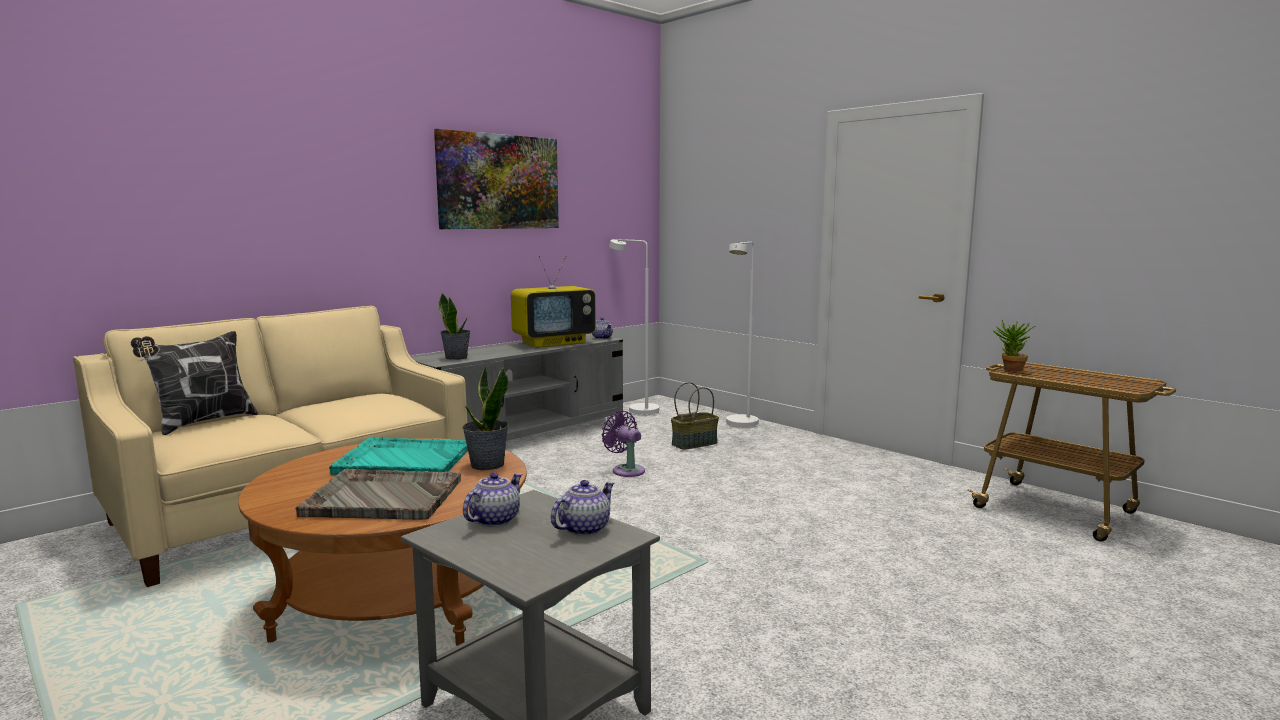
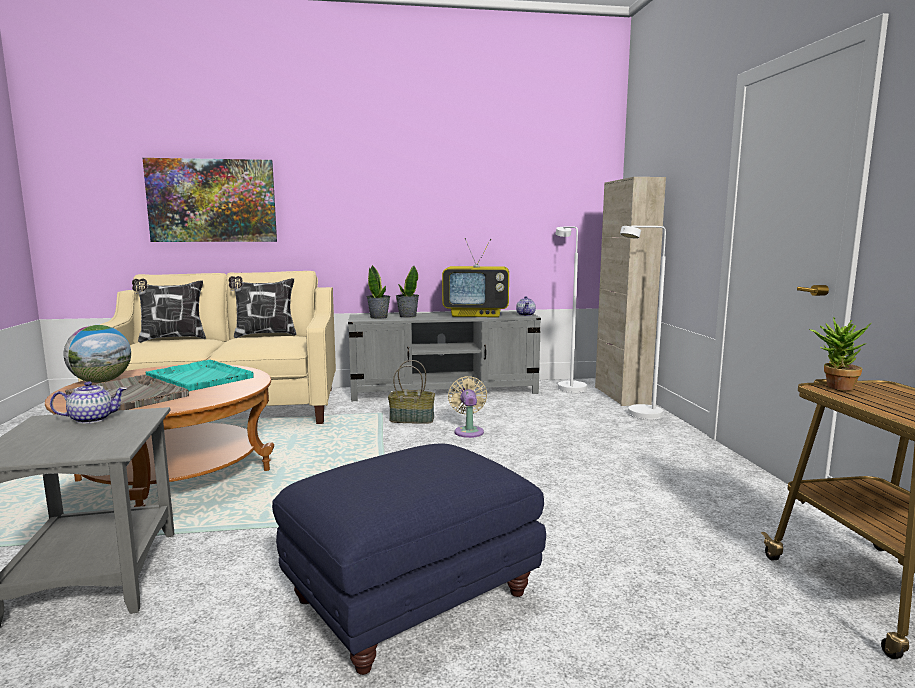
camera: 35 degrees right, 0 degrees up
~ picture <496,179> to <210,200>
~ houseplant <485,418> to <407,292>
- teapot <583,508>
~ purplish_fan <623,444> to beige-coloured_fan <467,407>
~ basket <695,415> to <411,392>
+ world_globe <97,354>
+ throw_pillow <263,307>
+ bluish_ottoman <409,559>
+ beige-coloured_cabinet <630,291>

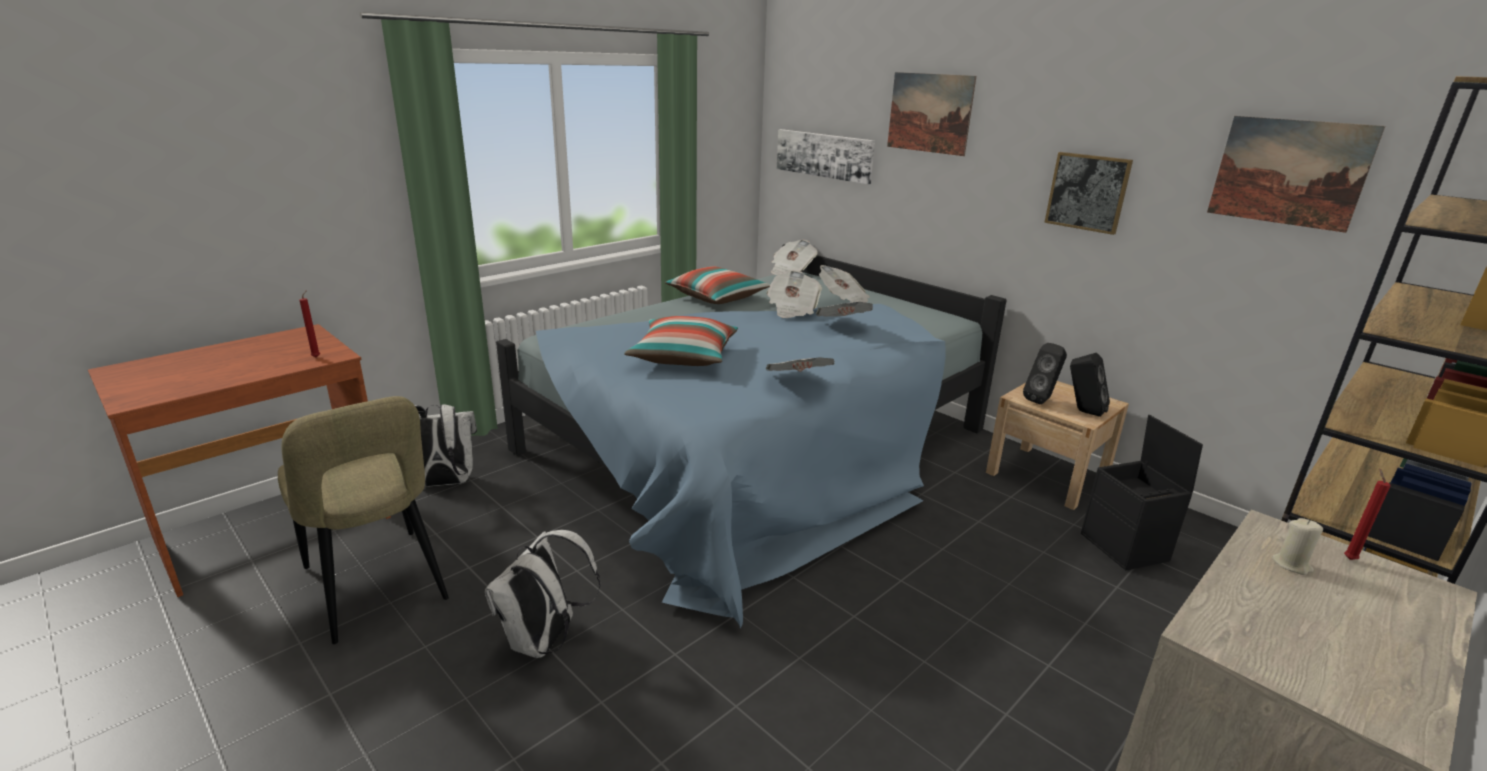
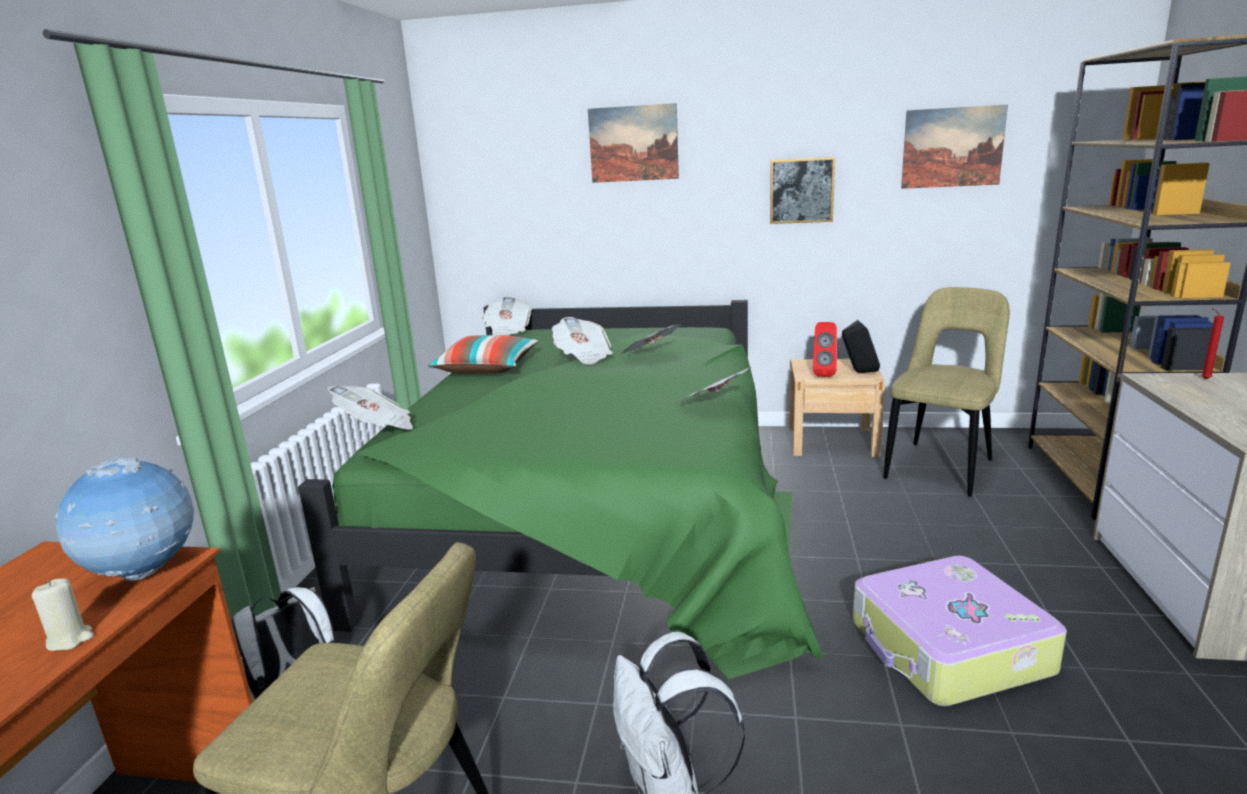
camera: 35 degrees left, 5 degrees down
~ reddish_wax_candle <309,323> to world_globe <124,519>
~ bluish_bed <751,436> to greenish_bed <560,489>
- throw_pillow <681,341>
- picture <826,156>
~ daily_paper <844,284> to <370,407>
~ black_speaker <1045,373> to reddish_speaker <825,349>
~ black_storage_bin <1142,492> to beige-coloured_upright_chair <946,391>
~ beige-coloured_wax_candle <1297,546> to <63,614>
+ piece_of_luggage <960,631>

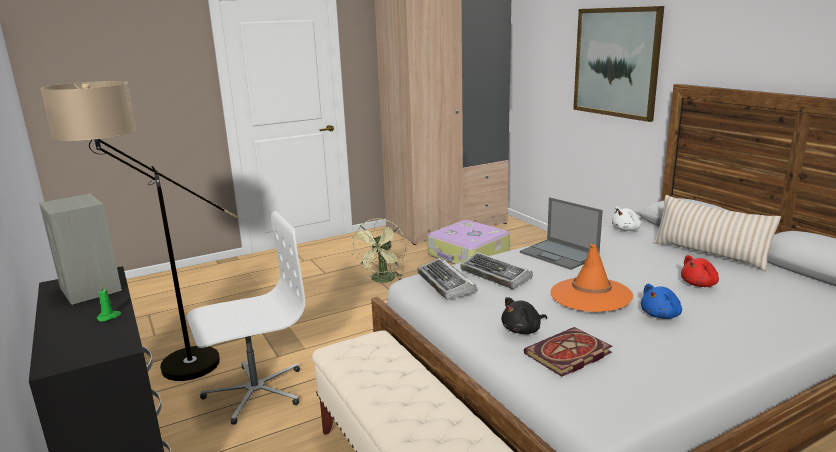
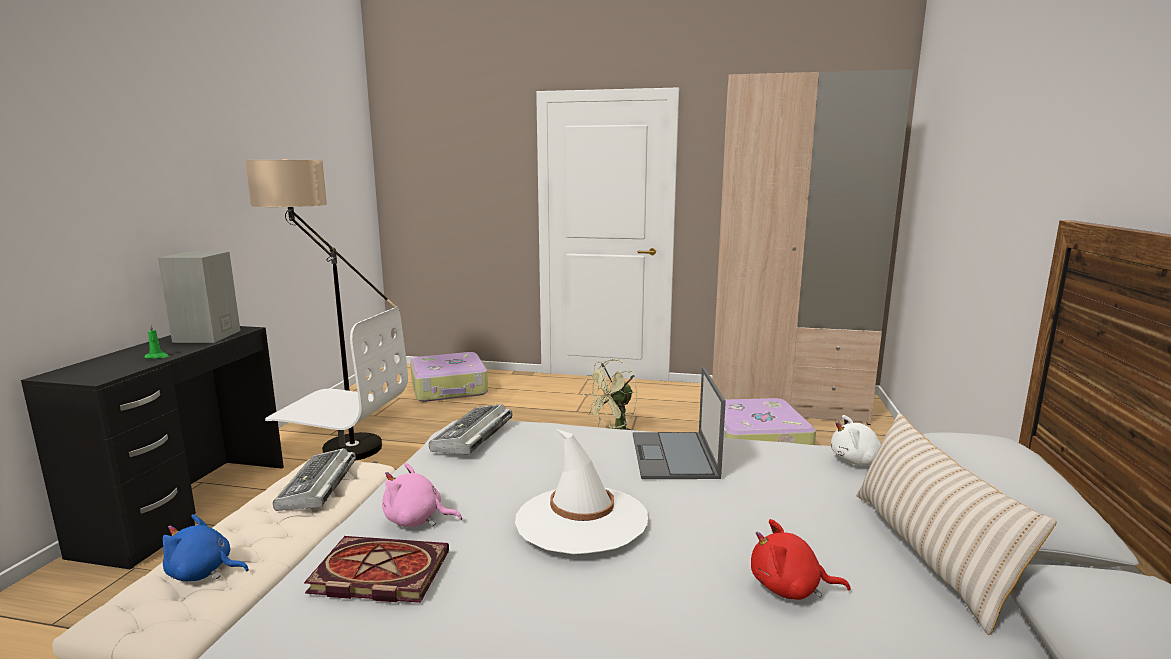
camera: 40 degrees right, 5 degrees down
~ computer_keyboard <497,270> to <314,479>
~ black_soft_toy <524,315> to pinkish_soft_toy <422,495>
~ orangey_wearable_hat <592,278> to white_wearable_hat <581,491>
- picture <618,64>
~ bluish_soft_toy <661,301> to <206,547>
+ piece_of_luggage <449,377>

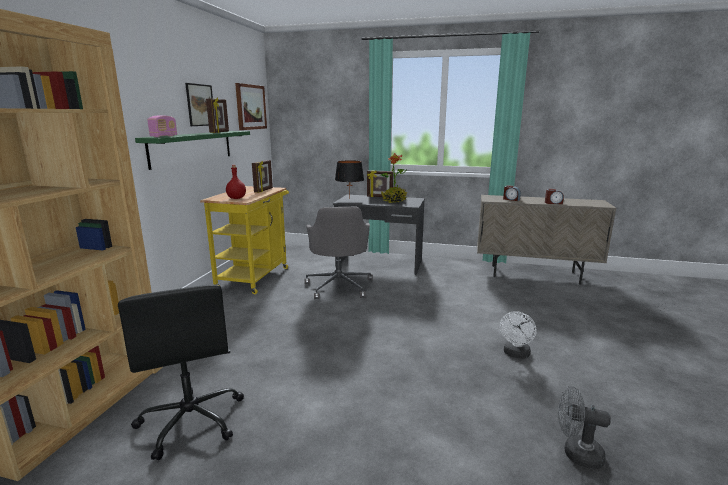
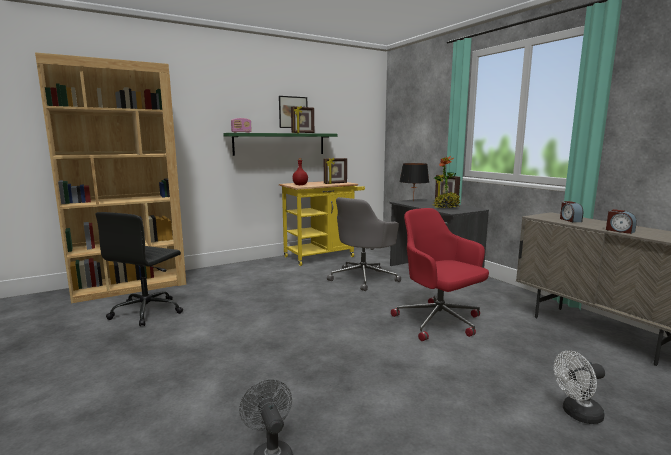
camera: 45 degrees right, 5 degrees down
- picture <251,106>
~ white_fan <518,335> to <579,387>
+ reddish_office_chair <440,274>

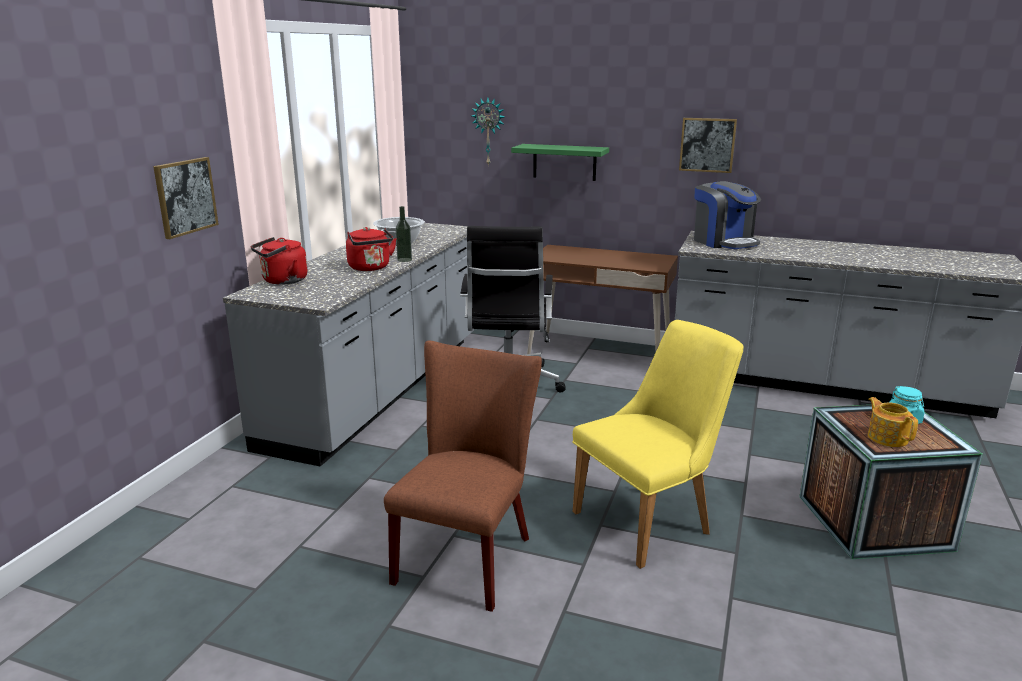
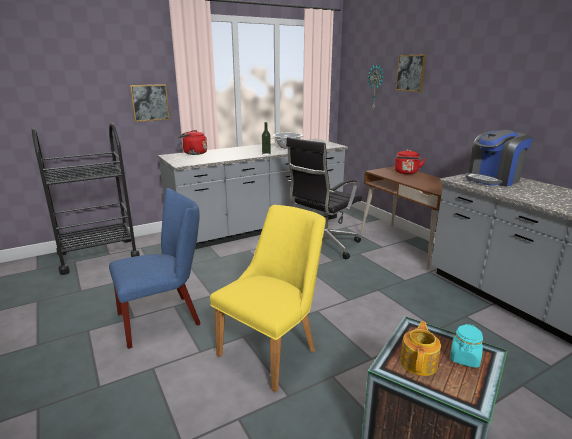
camera: 40 degrees right, 0 degrees up
~ reddish_water_kettle <371,249> to <410,162>
~ brownish_upright_chair <463,476> to bluish_upright_chair <155,268>
- greenish_wall_shelf <560,162>
~ yellowish_upright_chair <658,444> = <268,298> 60 degrees counterclockwise
~ picture <708,145> to <410,73>
~ coffee_machine <727,215> = <499,158> 45 degrees clockwise
+ black_trolley <85,199>

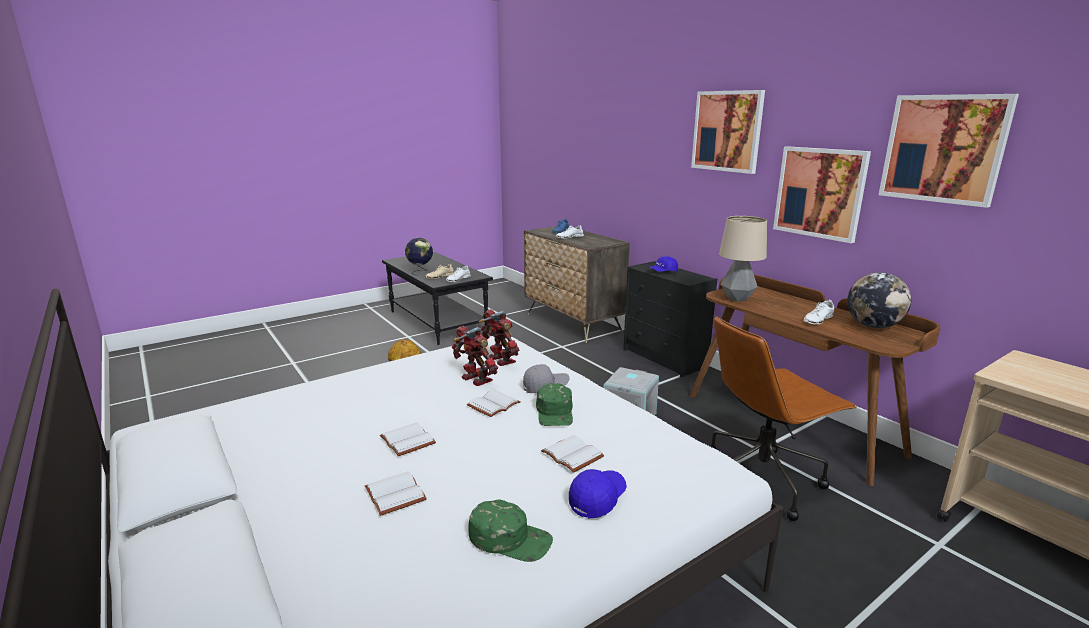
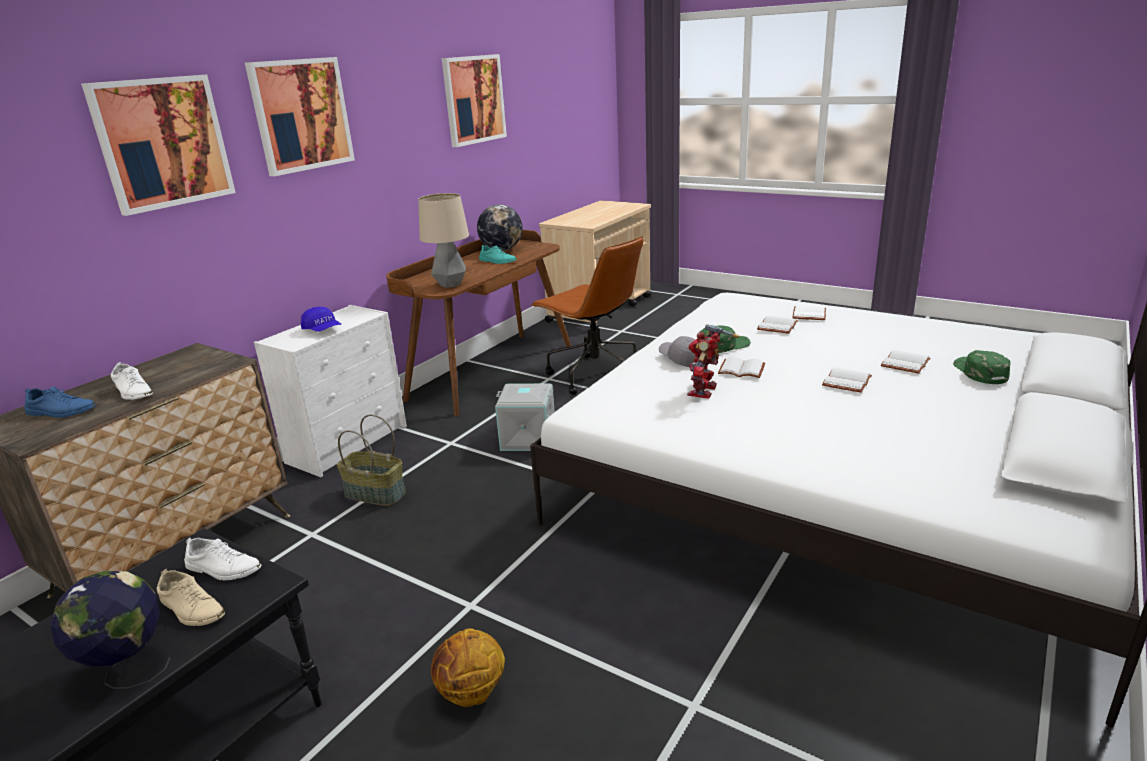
camera: 110 degrees left, 5 degrees up
~ greenish_peaked_cap <510,530> to <981,367>
- model_robot <499,337>
~ bluish_peaked_cap <598,493> to white_volume <809,312>
~ black_chest_of_drawers <670,319> to white_chest_of_drawers <330,391>
~ picture <822,194> to <158,145>
~ white_item_of_footwear <819,312> to turquoise-coloured_item_of_footwear <497,254>
+ basket <371,460>

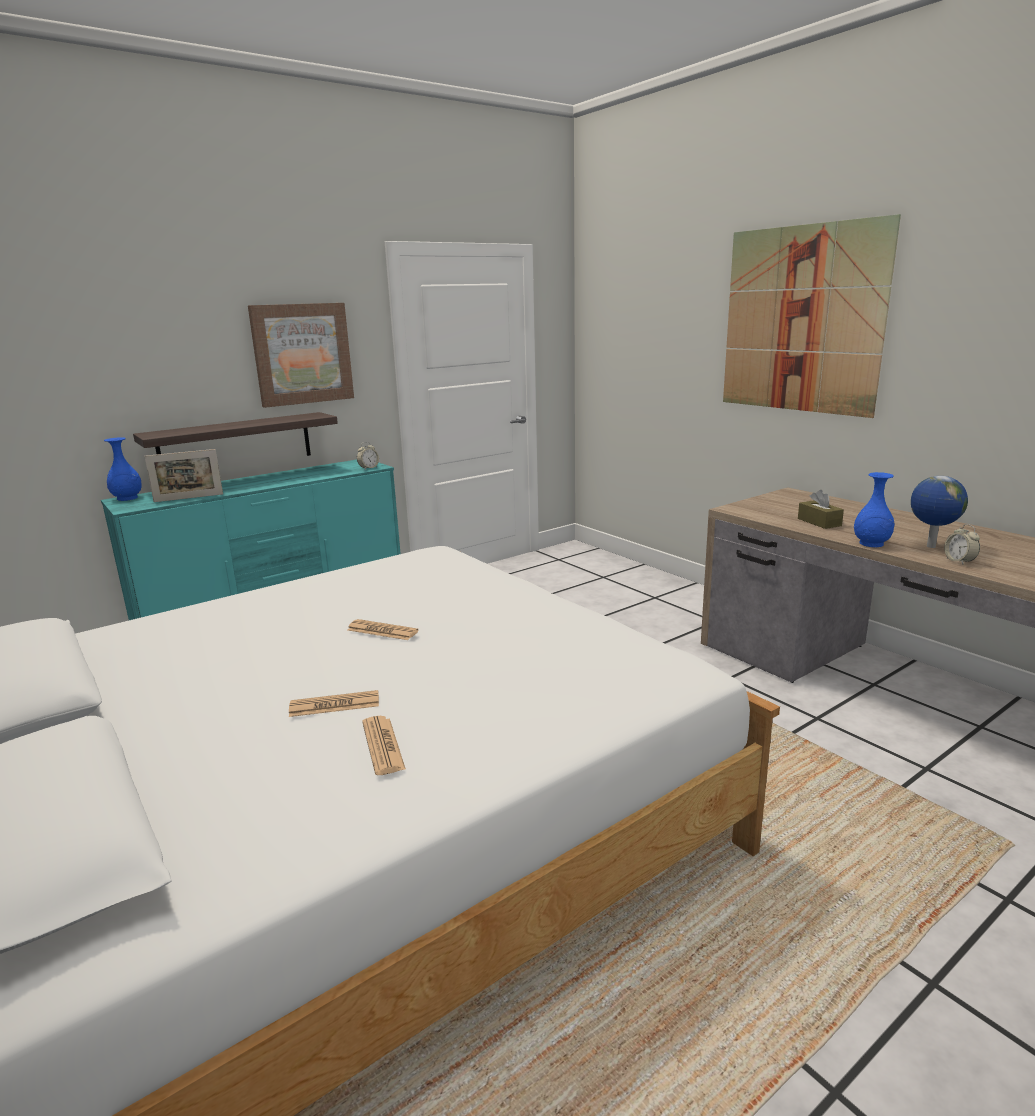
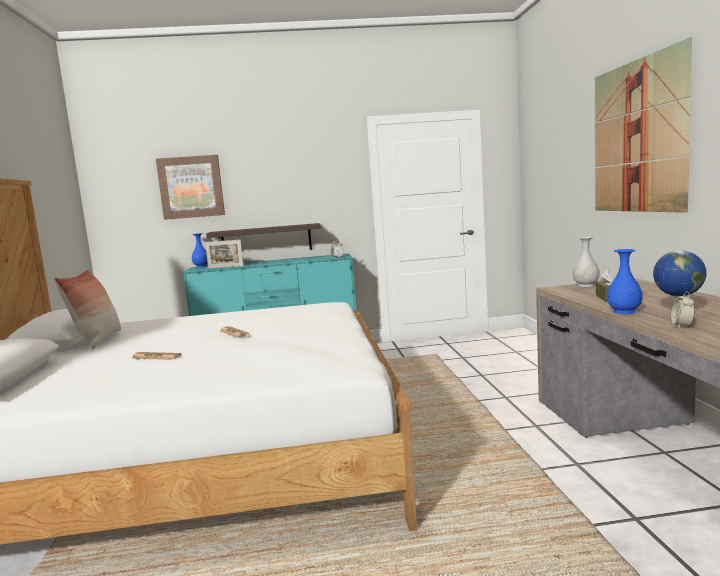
camera: 30 degrees right, 10 degrees down
~ picture <301,355> to <190,187>
- daily_paper <384,745>
+ throw_pillow <87,309>
+ white_flower_vase <586,262>

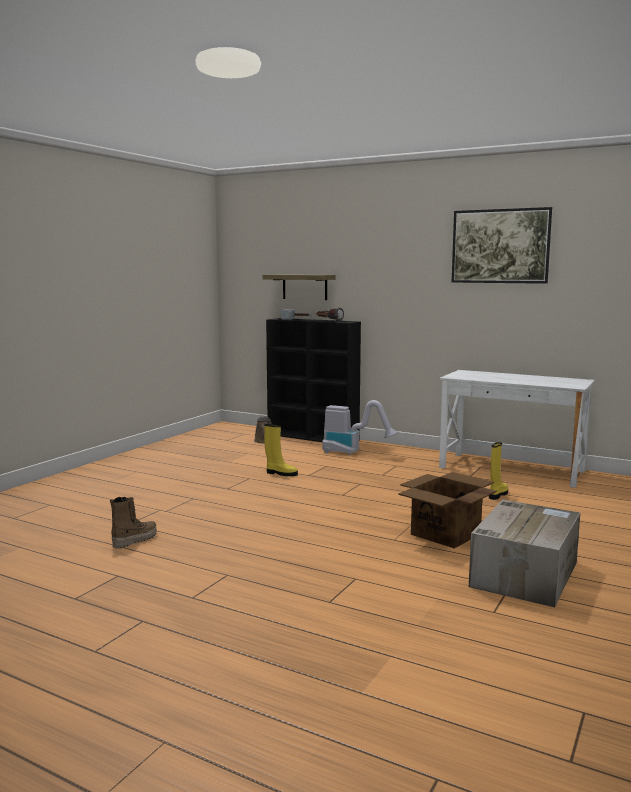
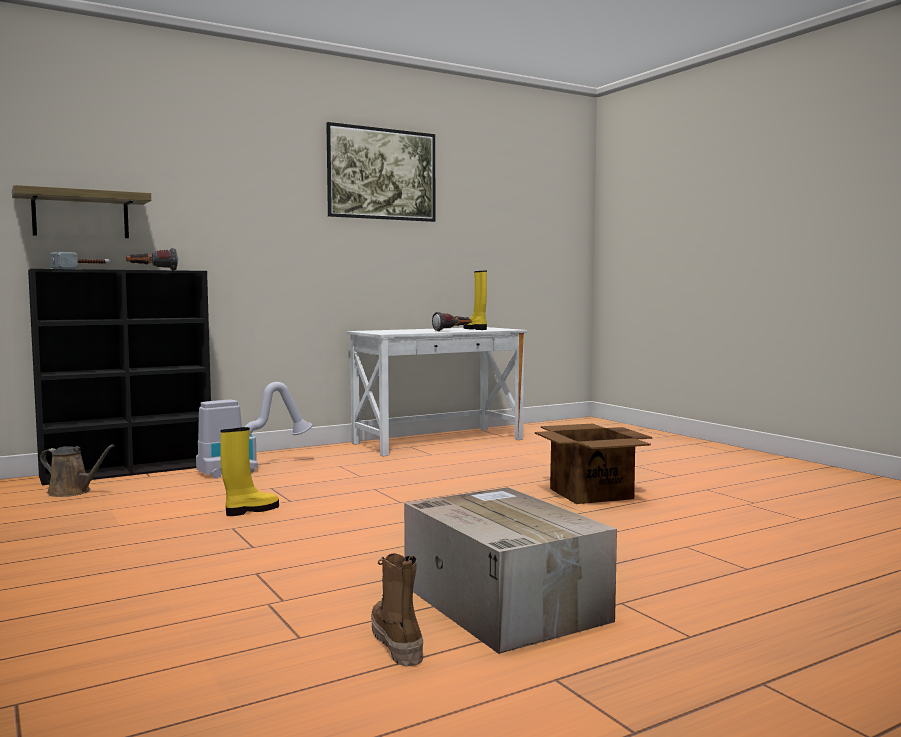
camera: 60 degrees left, 5 degrees down
~ carton <524,553> to <510,570>
~ yellowish_high-top_boot <498,471> to <475,300>
+ flashlight <452,321>

